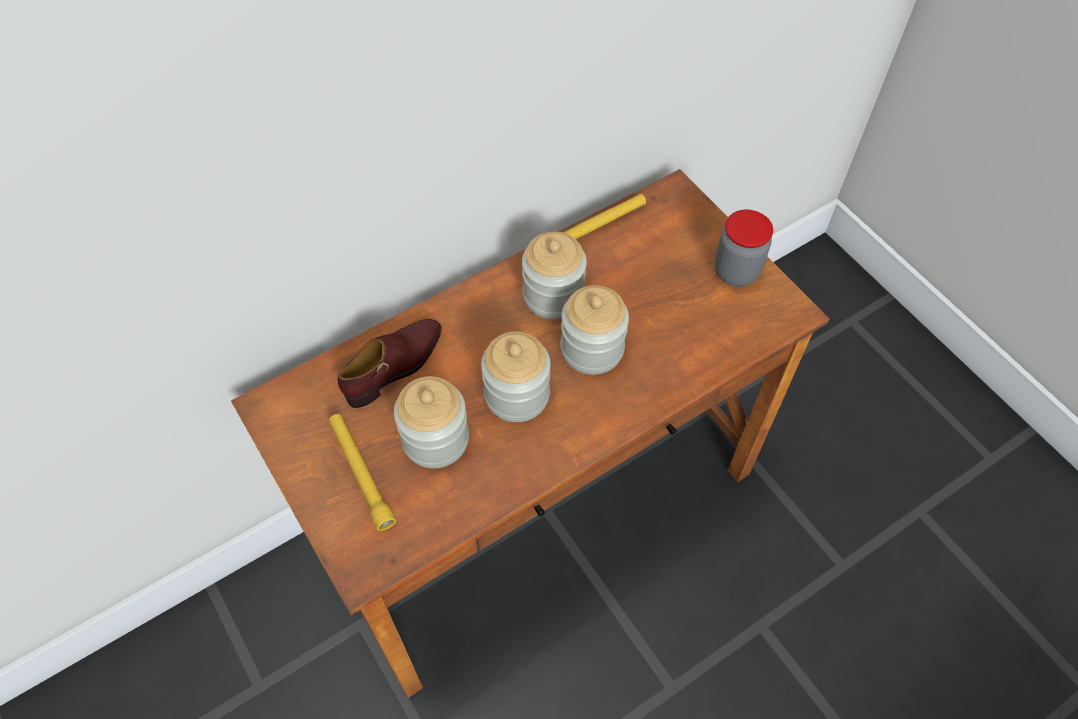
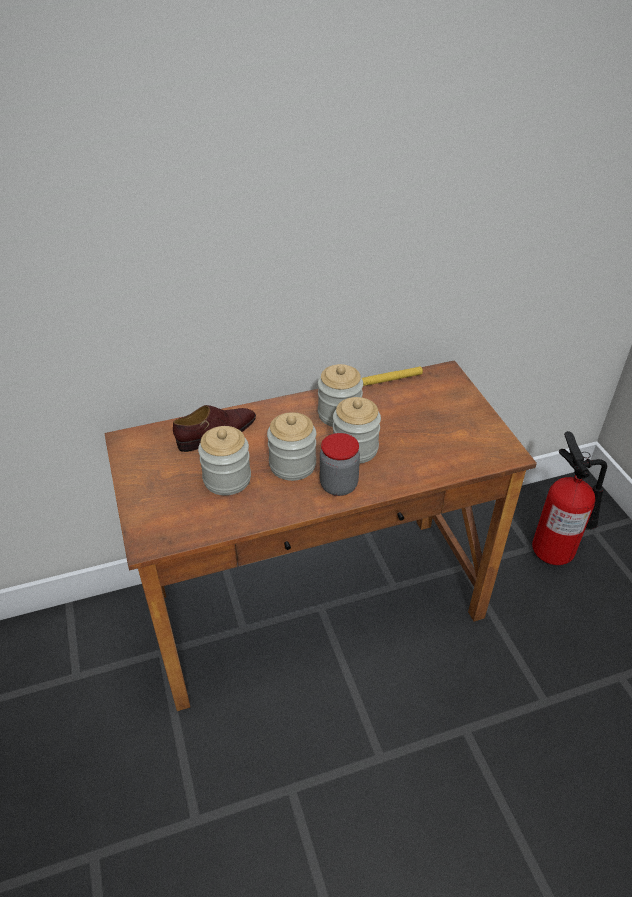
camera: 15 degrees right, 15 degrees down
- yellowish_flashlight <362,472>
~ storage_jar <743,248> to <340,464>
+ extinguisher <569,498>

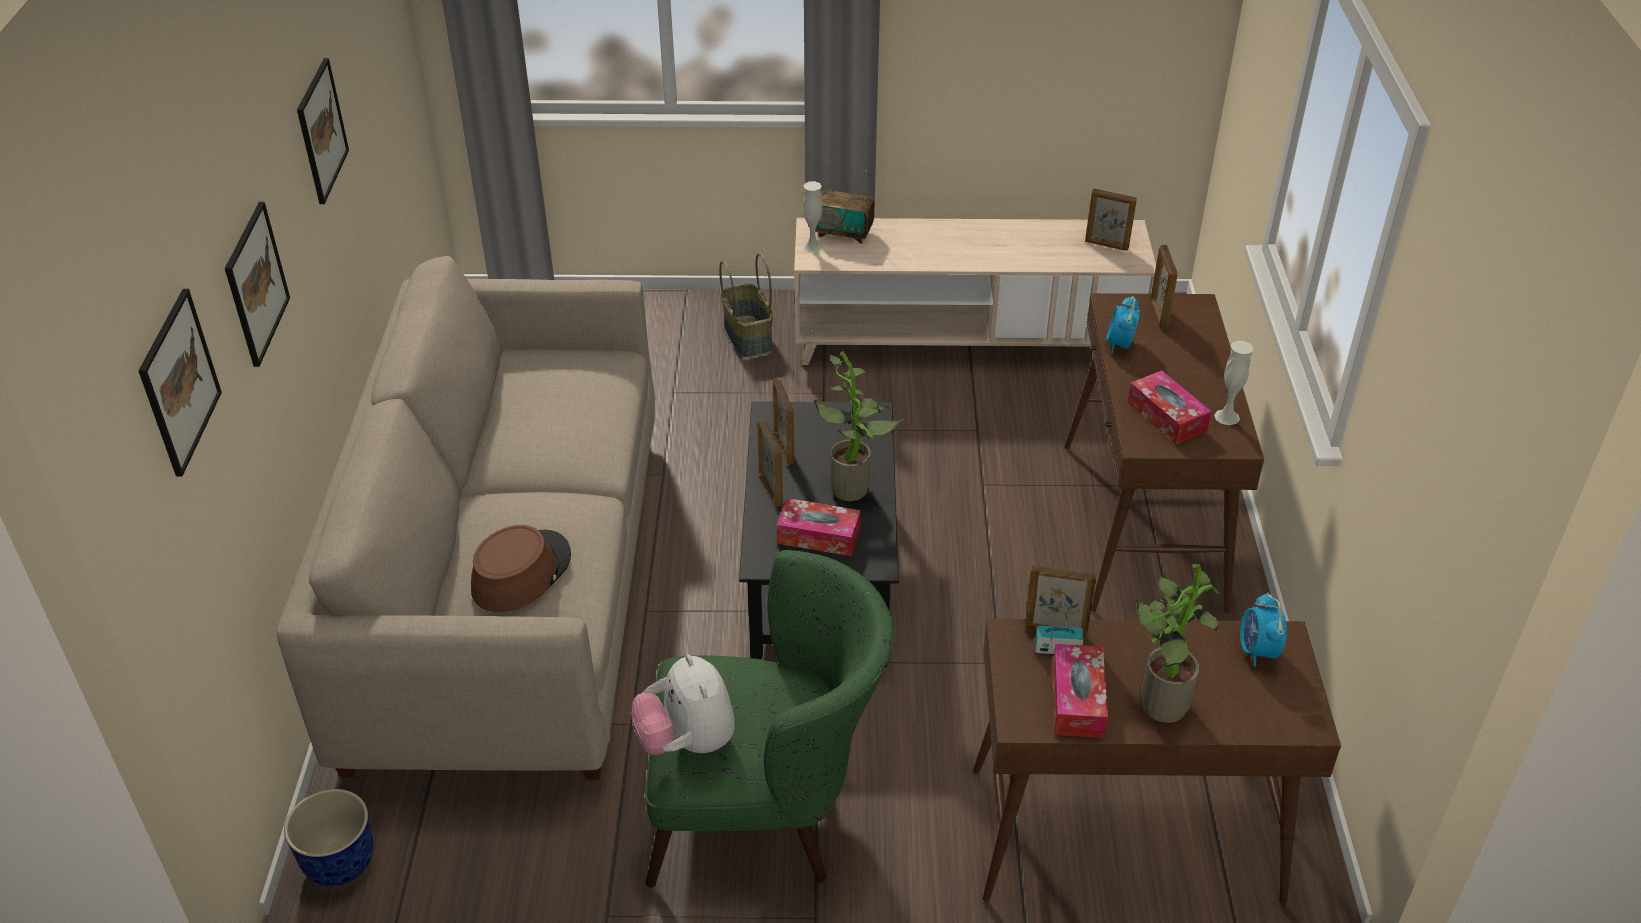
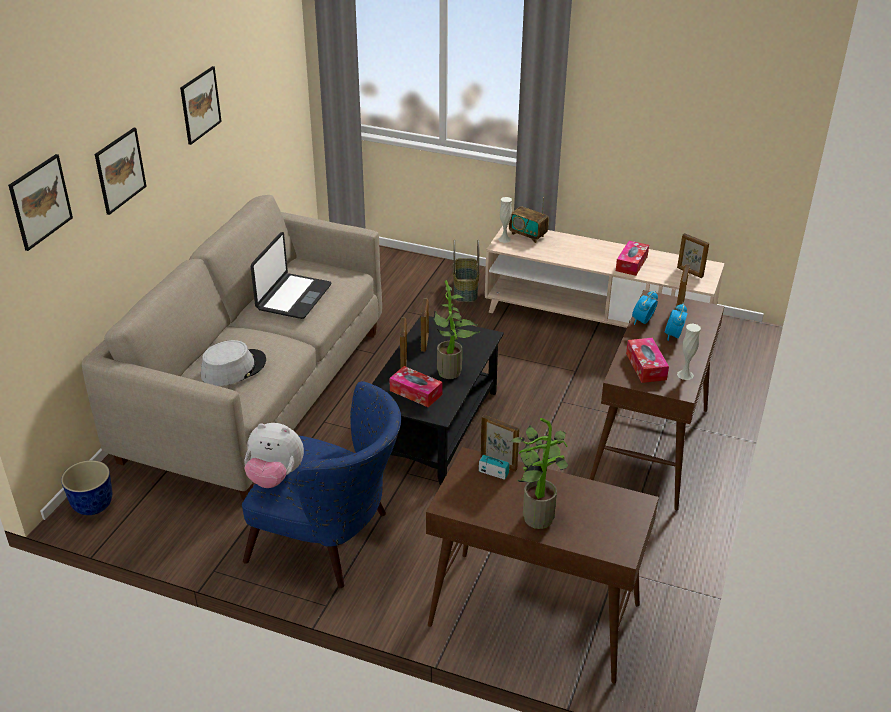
camera: 20 degrees right, 5 degrees down
~ brownish_wearable_hat <521,568> to gray_wearable_hat <233,363>
~ soft_toy <683,704> = <274,455> 75 degrees counterclockwise
~ greenish_easy_chair <769,719> to bluish_easy_chair <321,484>
~ tissue_holder <1080,691> to <632,258>
~ alarm_clock <1263,629> to <676,322>
+ laptop <291,275>

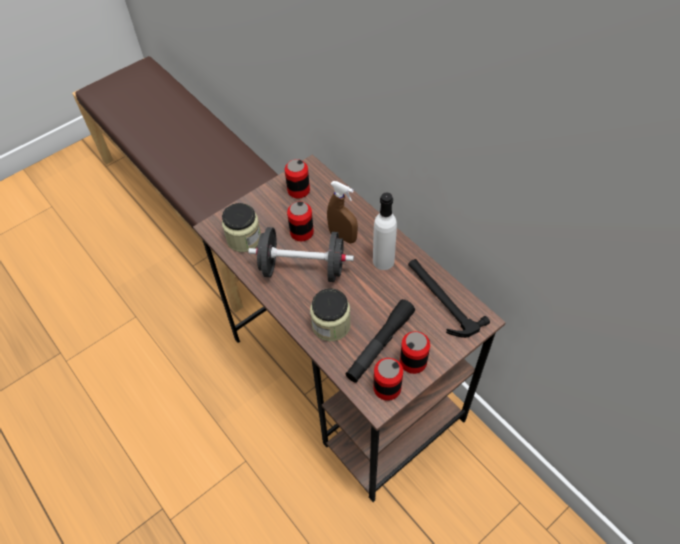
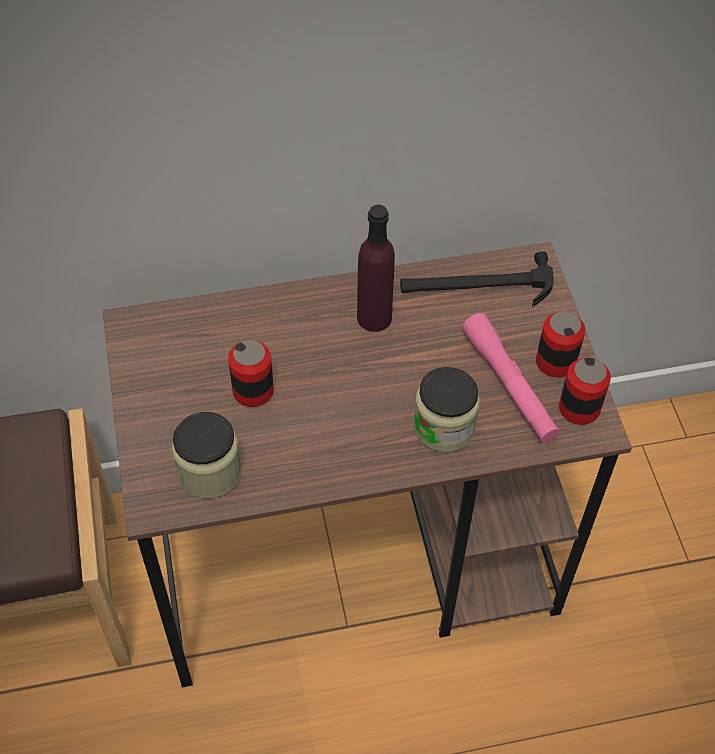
camera: 65 degrees left, 0 degrees up
- black_free_weight <301,254>
- sealed_can <297,179>
- brownish_spray_bottle <342,212>
~ black_flashlight <380,341> to pinkish_flashlight <511,378>
~ white_drink_bottle <385,231> to purplish_drink_bottle <376,268>

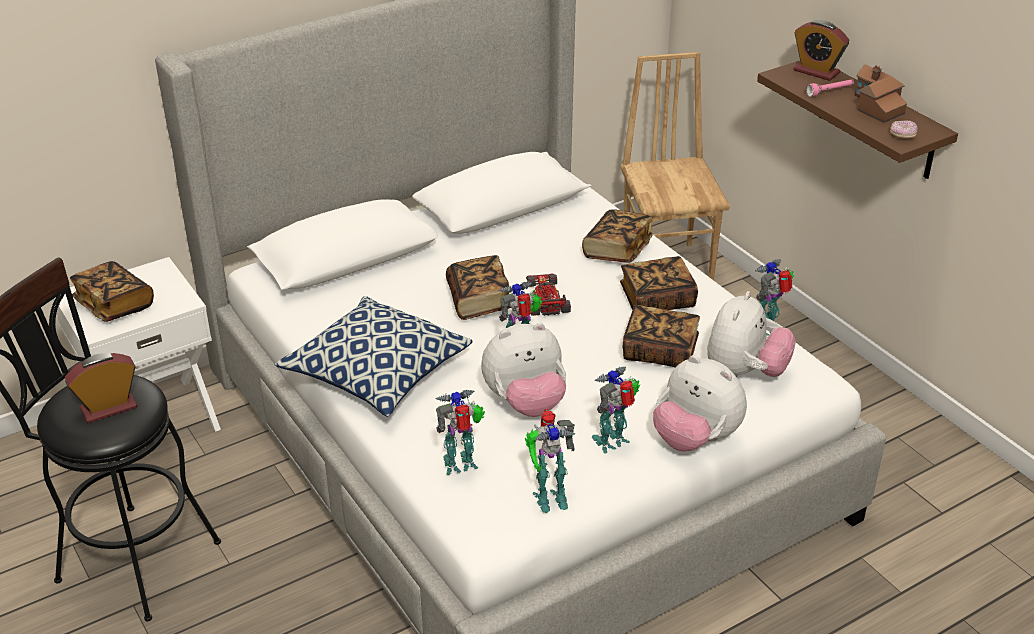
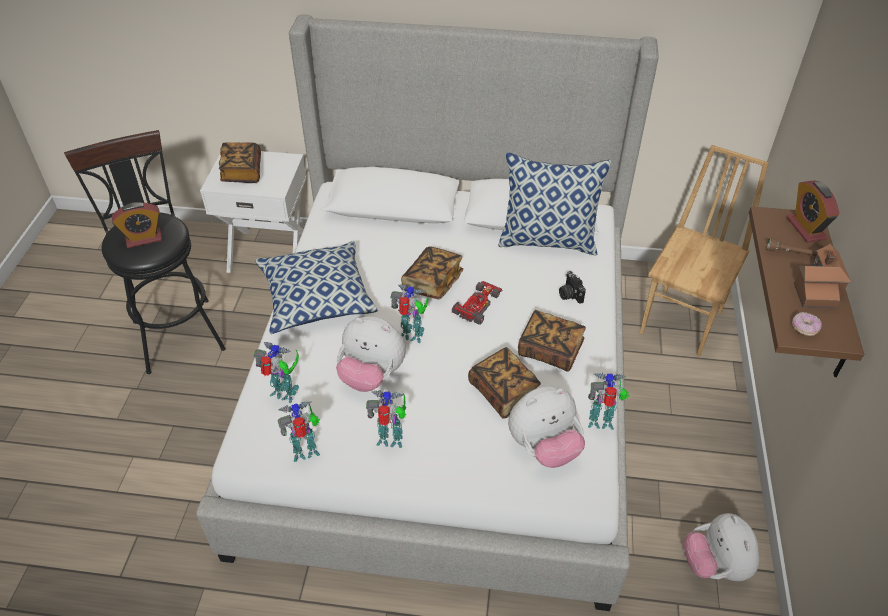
camera: 40 degrees right, 10 degrees up
~ alarm_clock <101,388> = <137,225> 150 degrees clockwise
~ model_robot <550,461> = <299,431> 135 degrees clockwise
~ volume <617,236> to still_camera <572,287>
~ soft_toy <700,403> to <722,547>
~ pinkish_flashlight <830,88> to brownish_flashlight <791,247>
+ throw_pillow <555,203>

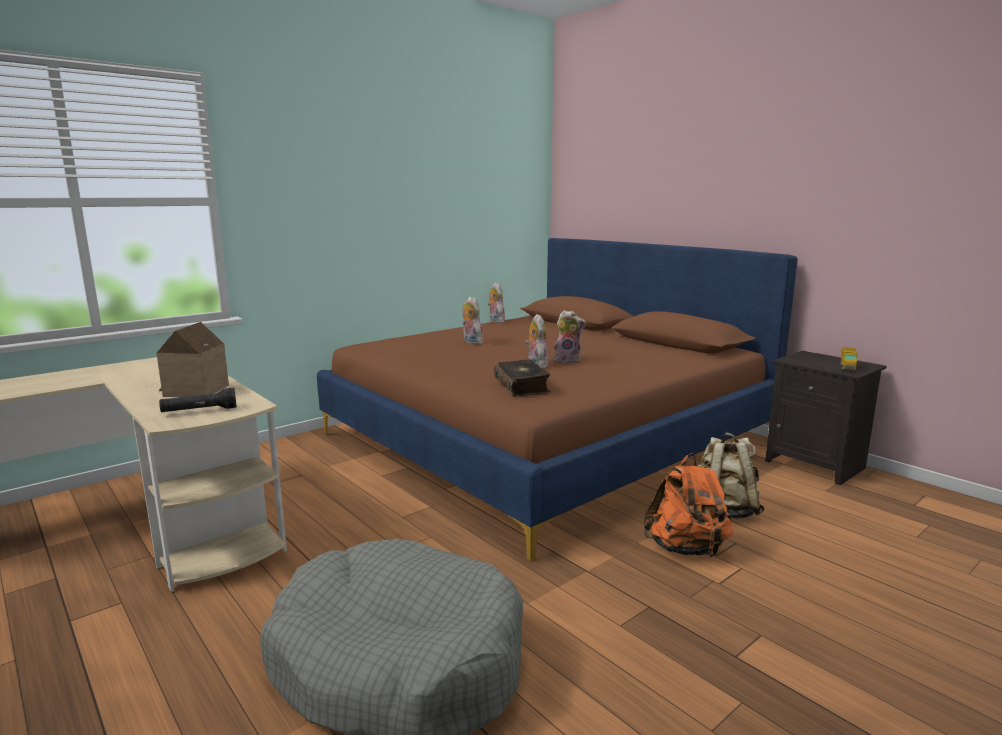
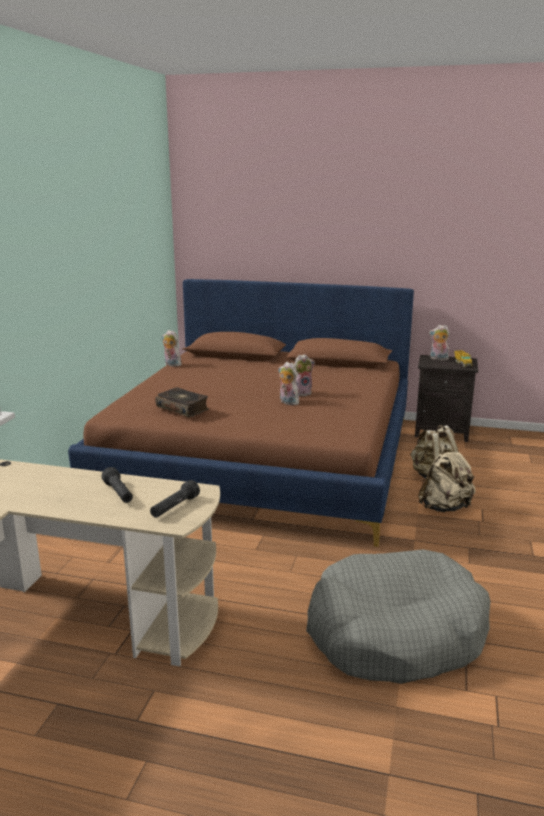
camera: 35 degrees left, 5 degrees up
~ toy_house <193,359> to black_flashlight <117,485>
~ soft_toy <472,321> to <439,342>
~ volume <522,378> to <182,402>
~ orangey_knapsack <688,505> to beige-coloured_knapsack <447,478>

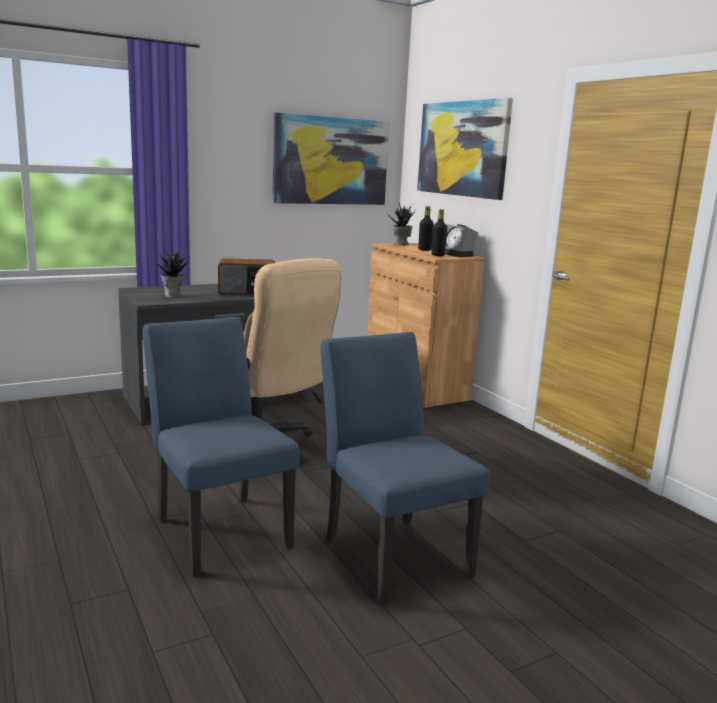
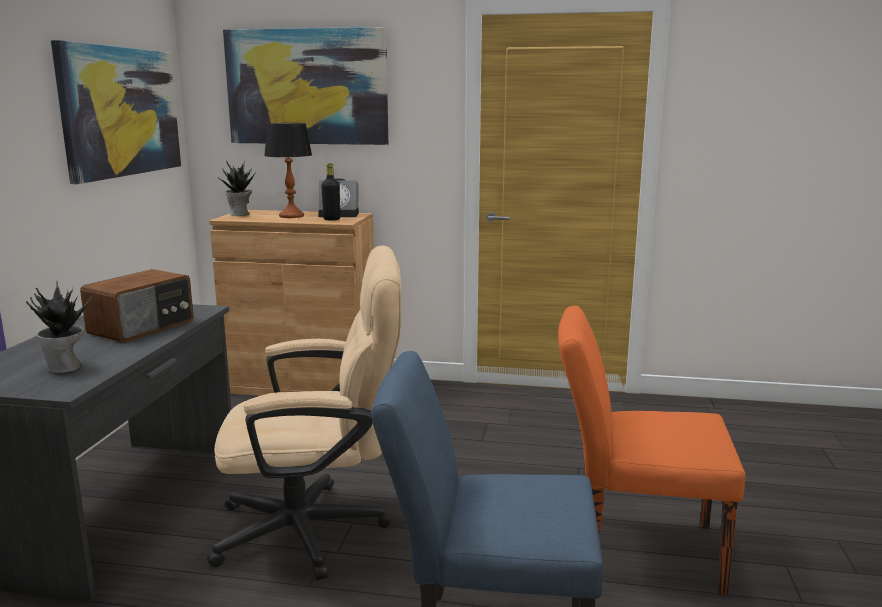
camera: 50 degrees left, 0 degrees up
~ bluish_upright_chair <405,468> to orangey_upright_chair <651,450>
~ black_drink_bottle <426,228> to lamp_for_a_table <288,170>

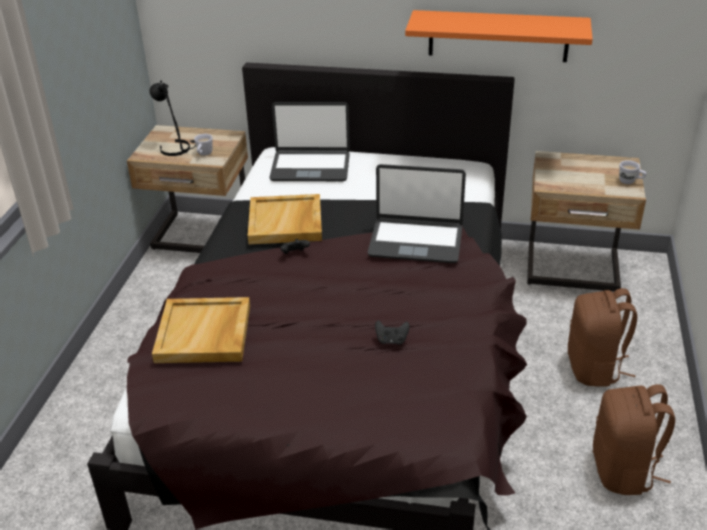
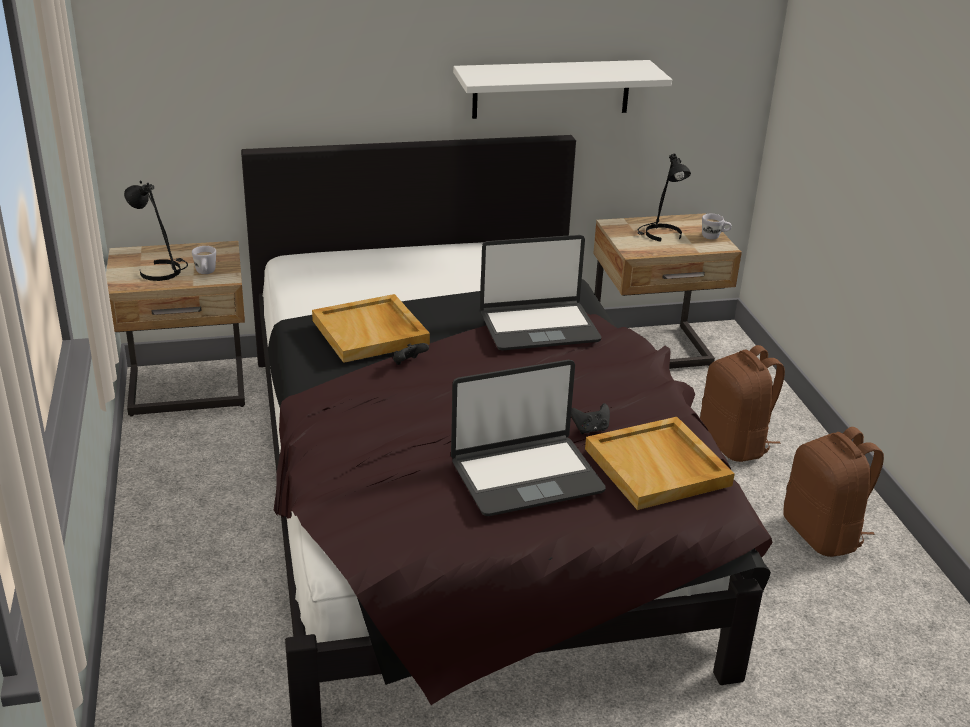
camera: 25 degrees left, 5 degrees down
~ beige-coloured_tray <201,330> to <660,463>
~ laptop <309,141> to <528,438>
~ orangey_wall_shelf <499,36> to white_wall_shelf <562,89>
+ black_lamp_for_a_table <664,197>

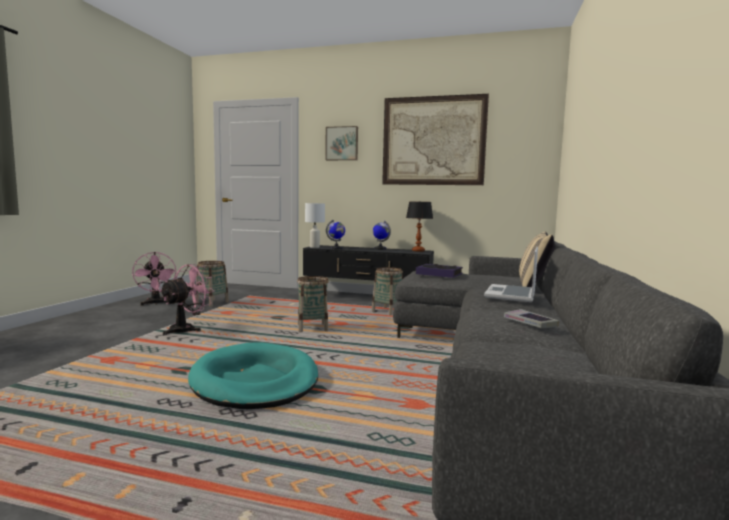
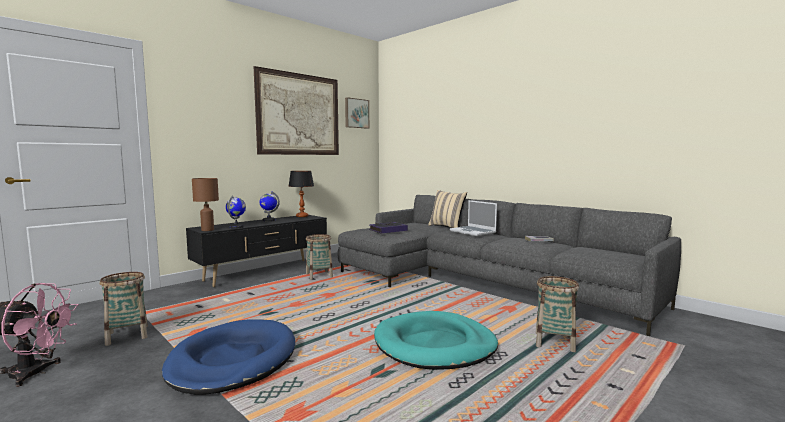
camera: 60 degrees left, 0 degrees up
~ pinkish_fan <187,299> to bluish_dog_bed <228,357>
~ basket <313,304> to <557,314>
~ white_lamp_for_a_table <315,225> to brownish_lamp_for_a_table <205,204>
~ picture <341,143> to <357,113>

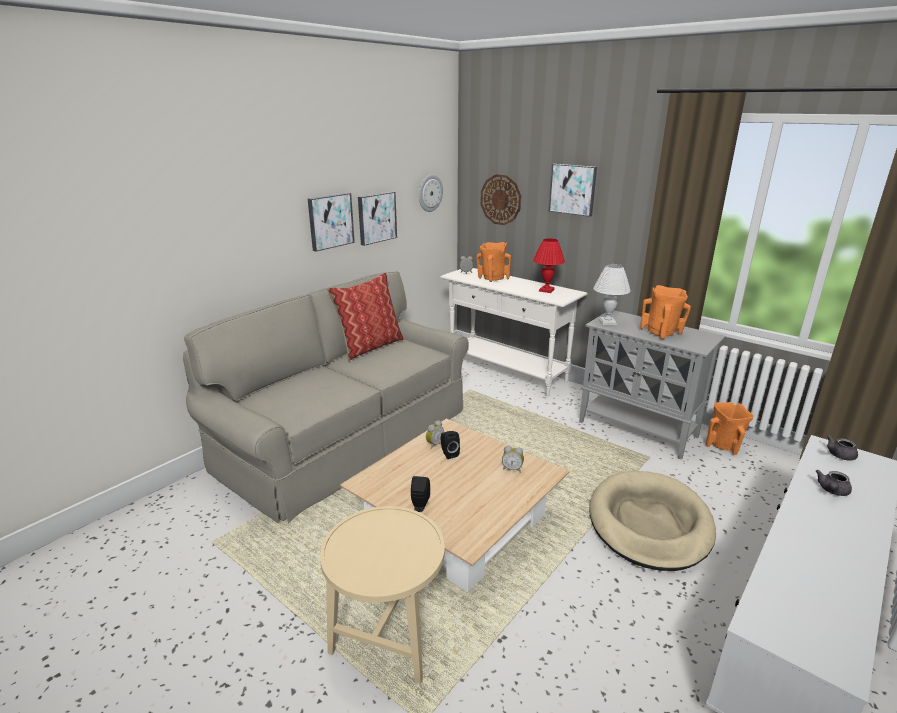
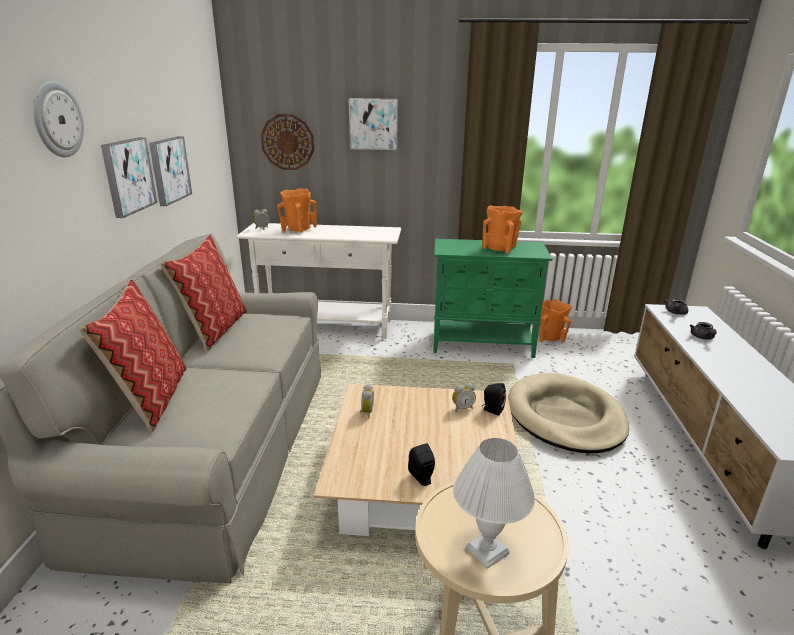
camera: 35 degrees left, 0 degrees up
~ hanging_clock <431,193> to <58,119>
~ black_speaker <450,445> to <494,399>
- reddish_lamp_for_a_table <549,265>
~ gray_cabinet <652,385> to greenish_cabinet <492,298>
~ white_lamp_for_a_table <612,294> to <494,503>
+ throw_pillow <132,355>

